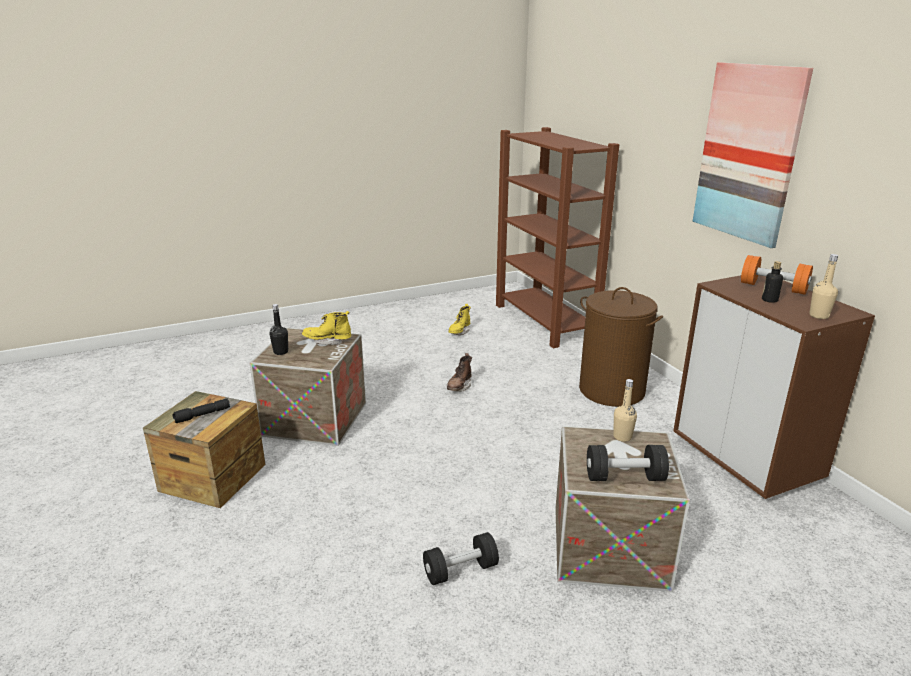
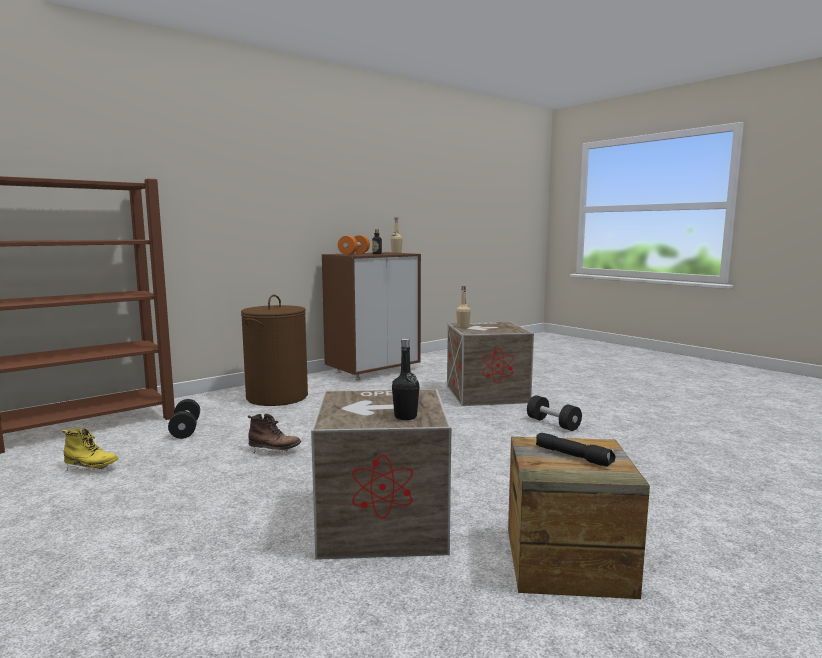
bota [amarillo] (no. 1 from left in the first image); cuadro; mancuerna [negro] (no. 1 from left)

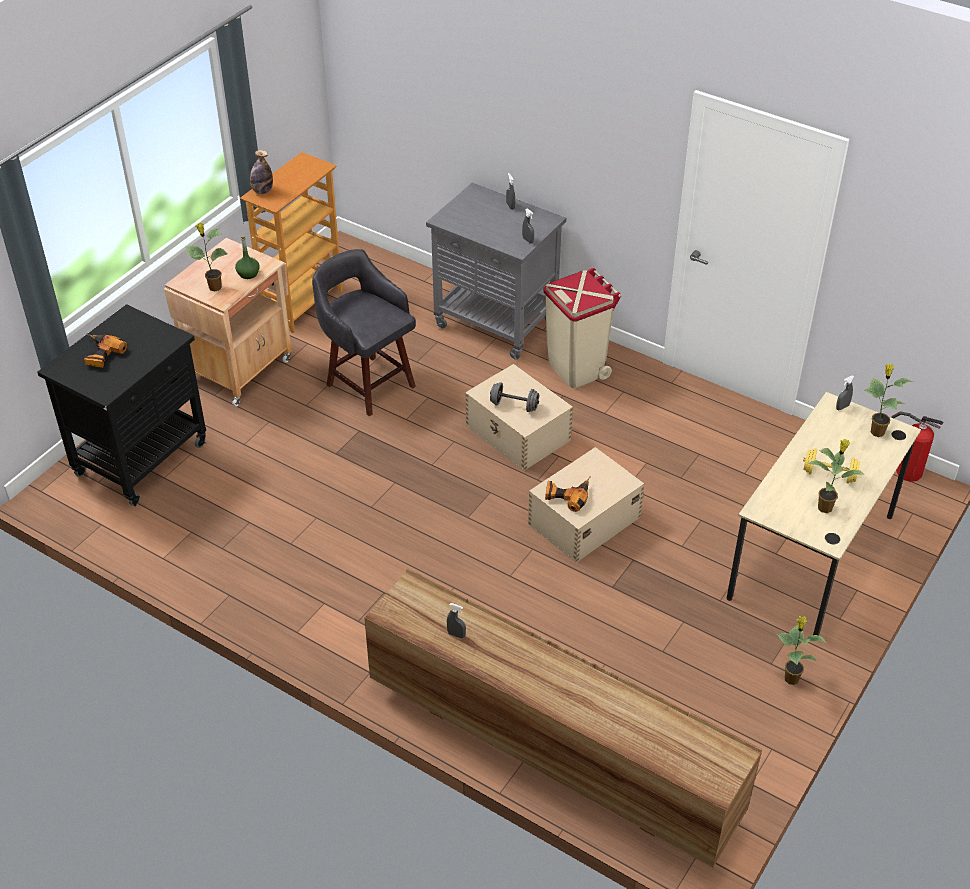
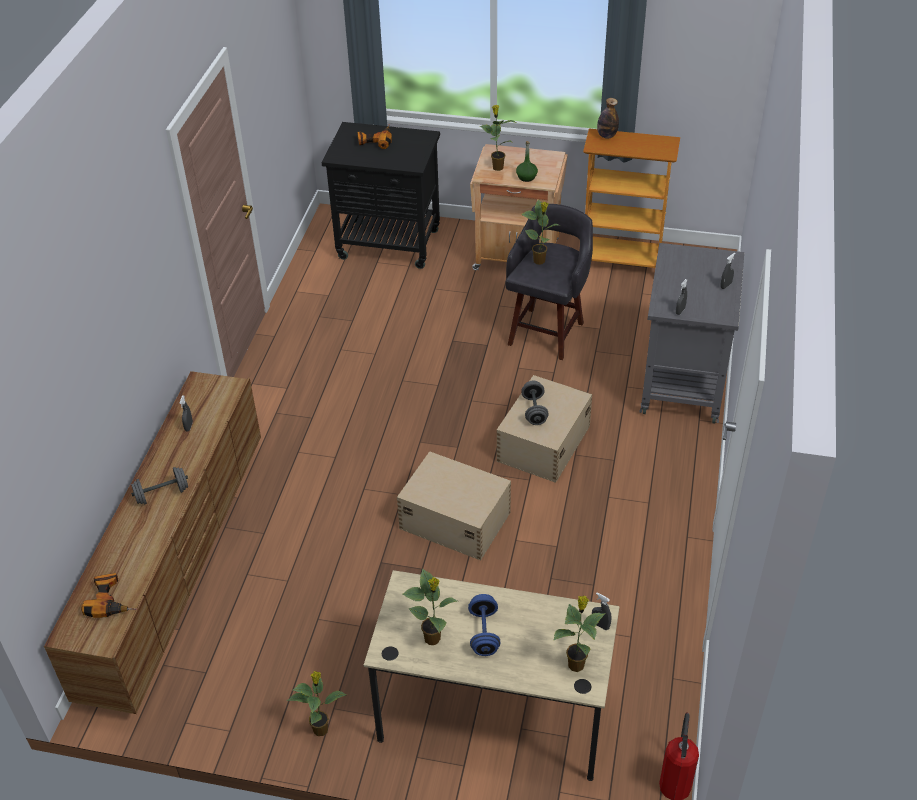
papelera [beis]; mancuerna [gris] (no. 1 from left); planta en maceta (no. 4 from left); taladro (no. 1 from left); mancuerna [azul]

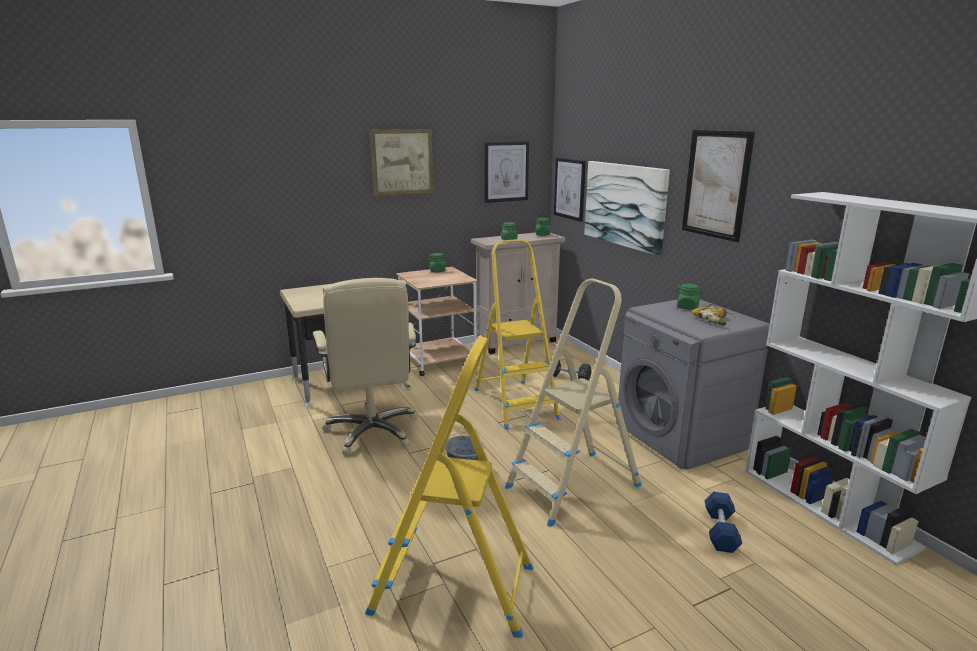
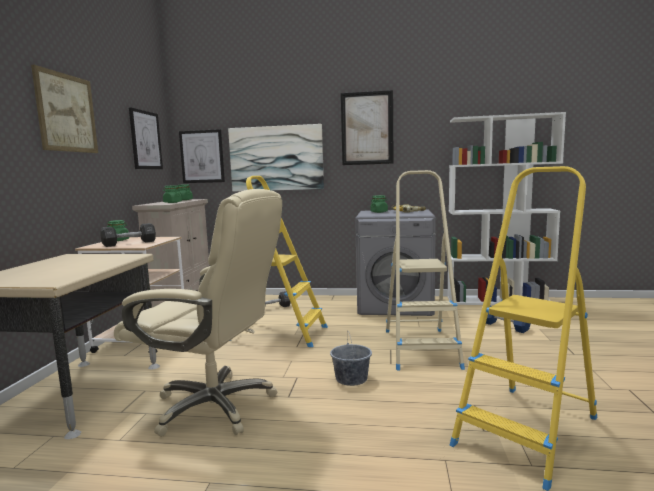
mancuerna [negro] (no. 1 from left)

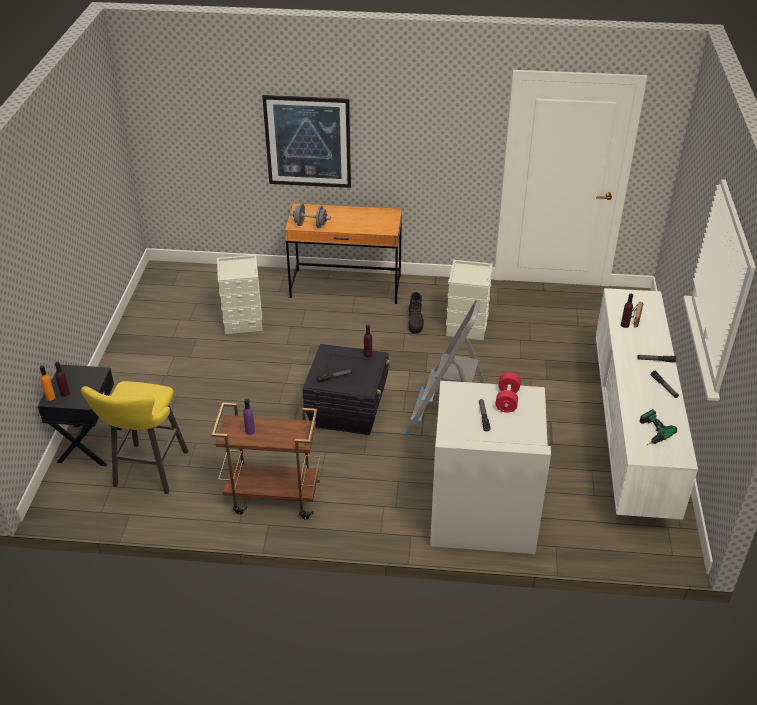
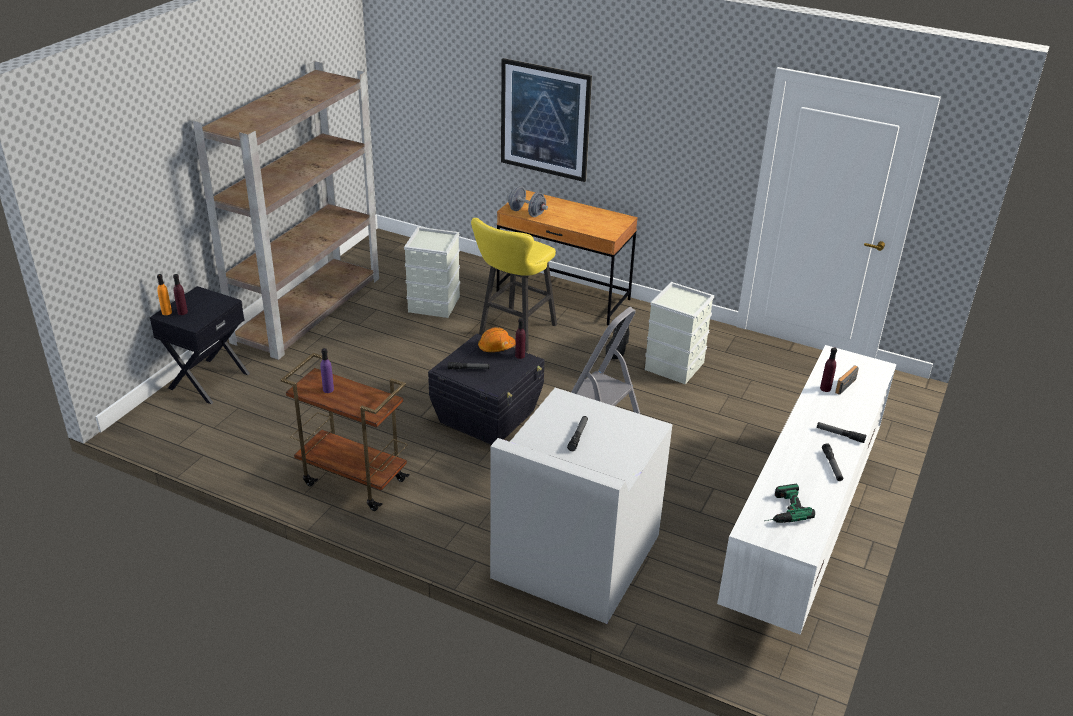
mancuerna [rojo]; estantería [marrón]; casco [naranja]; taburete [amarillo]

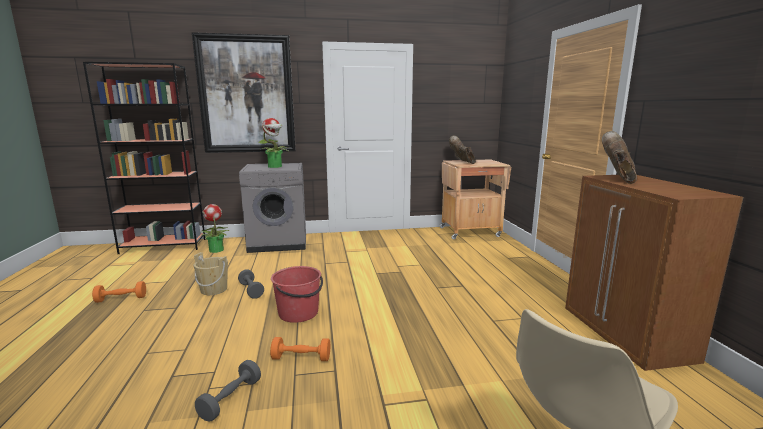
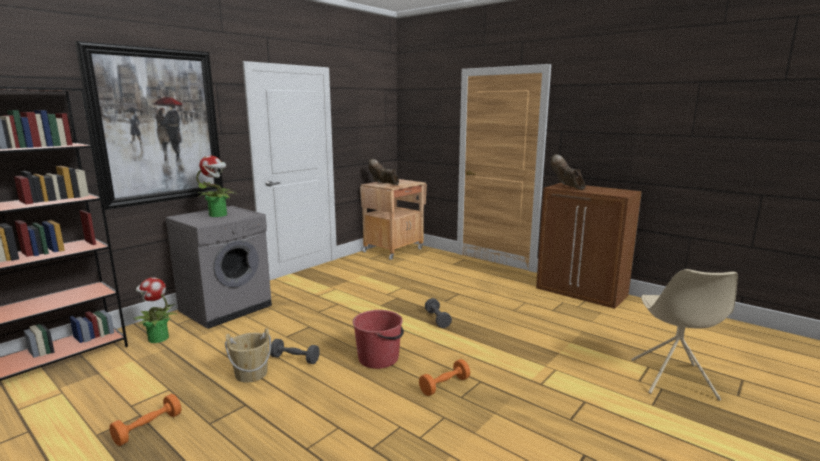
mancuerna [gris] (no. 2 from left)

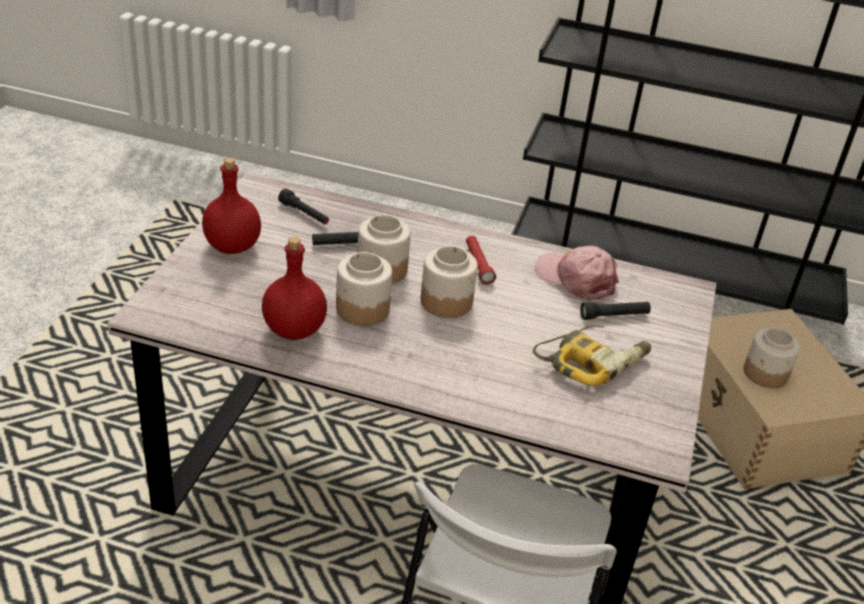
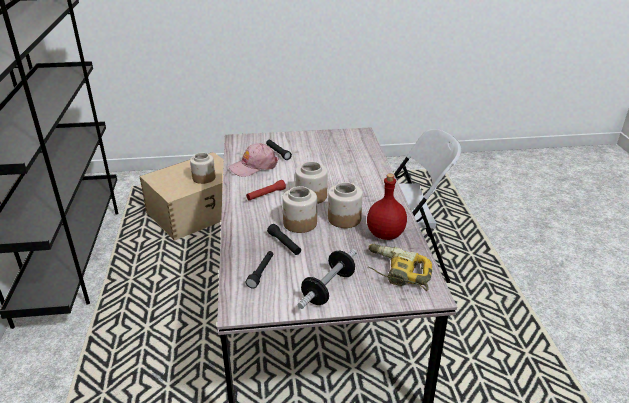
taladro; mancuerna; gorra [rosa]

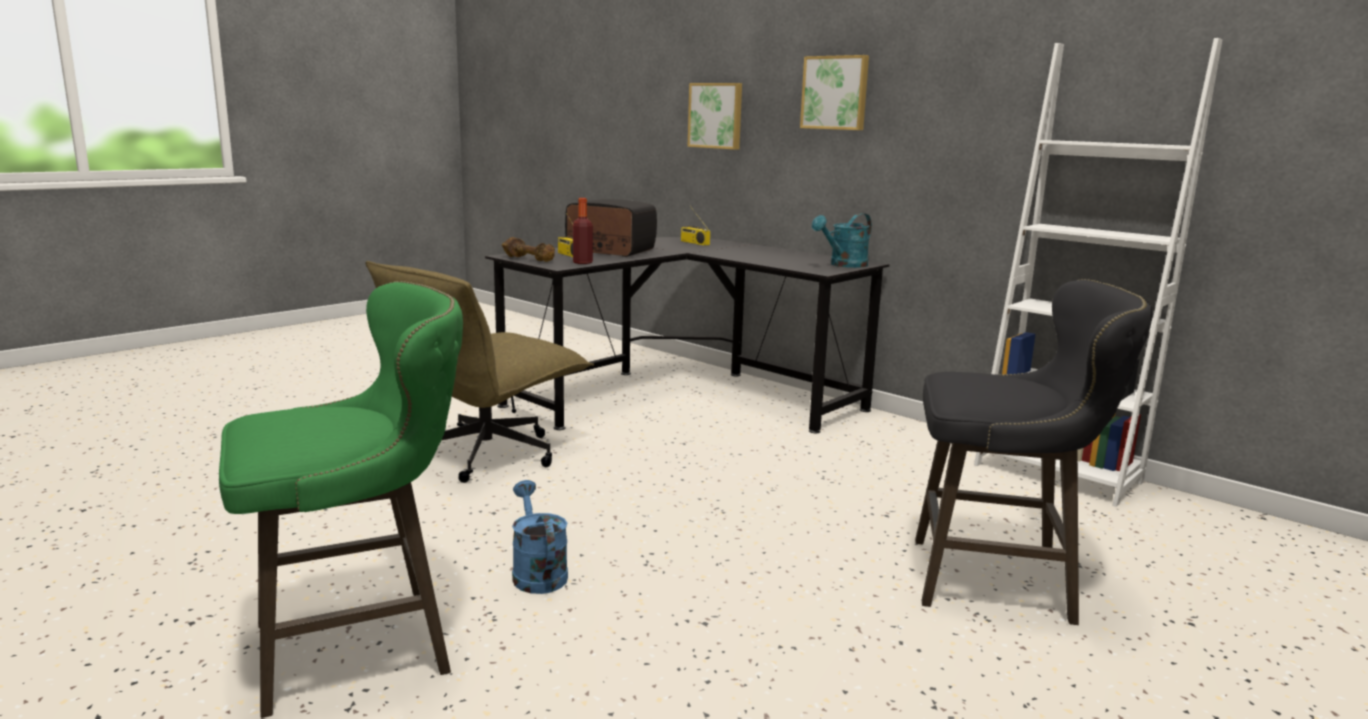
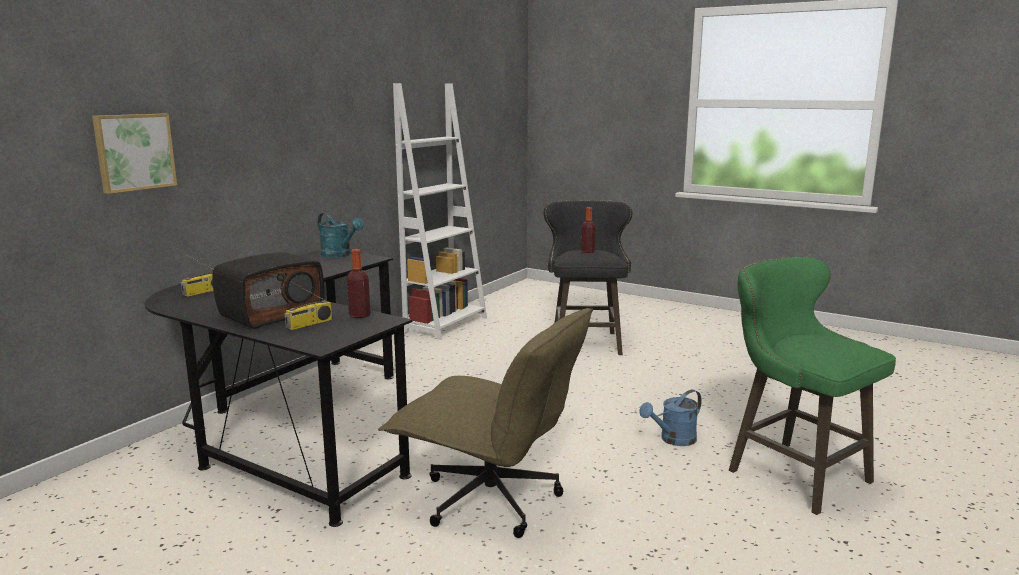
mancuerna [marrón]; cuadro (no. 2 from left in the first image); botella (no. 2 from left); radio (no. 2 from left)

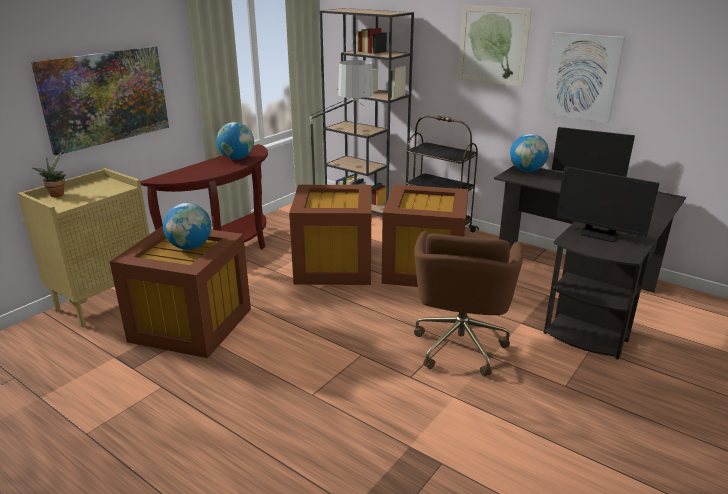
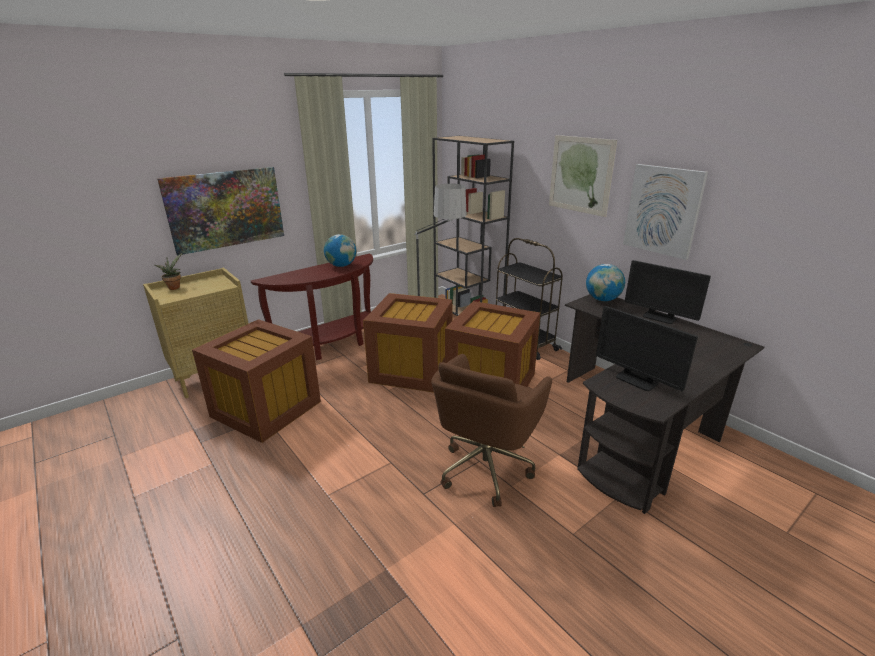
globo terráqueo (no. 1 from left in the first image)

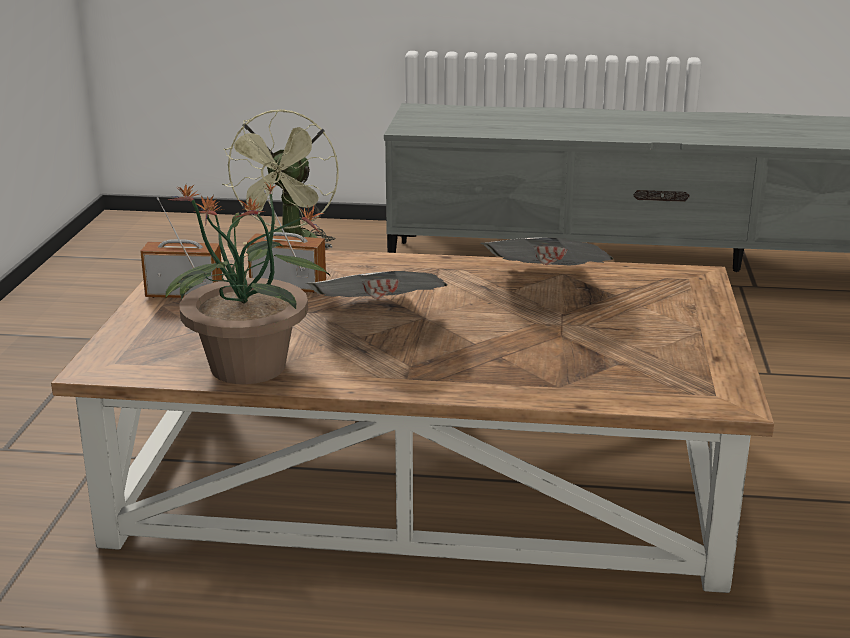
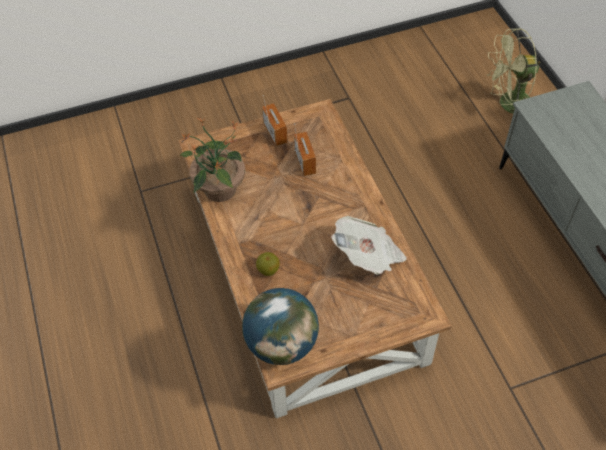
periódico (no. 1 from left in the first image); globo terráqueo; manzana

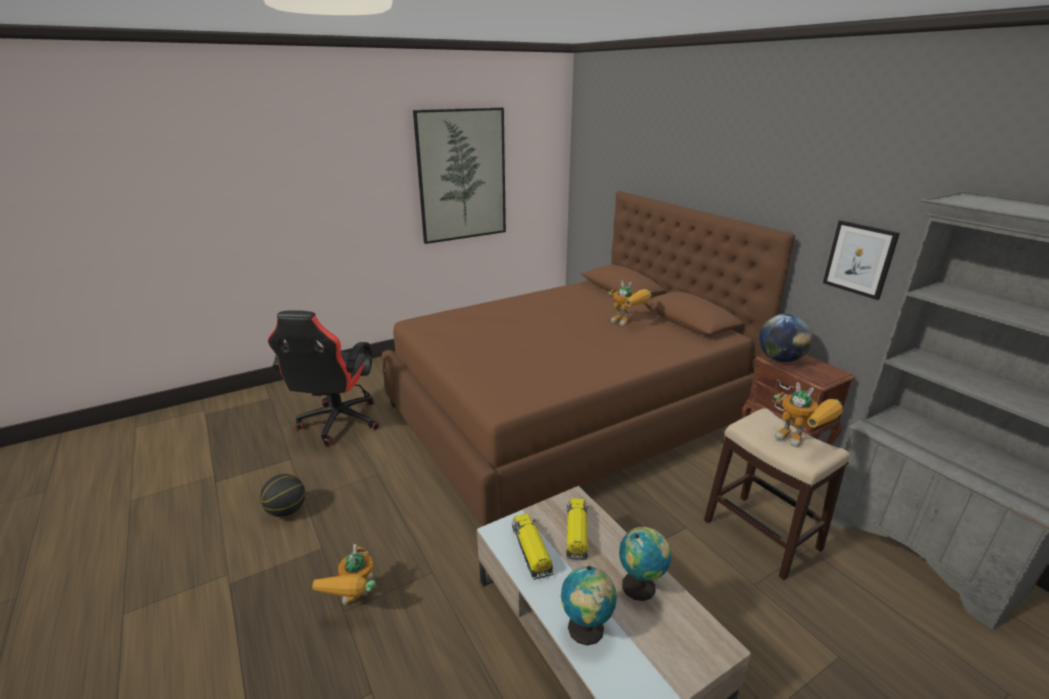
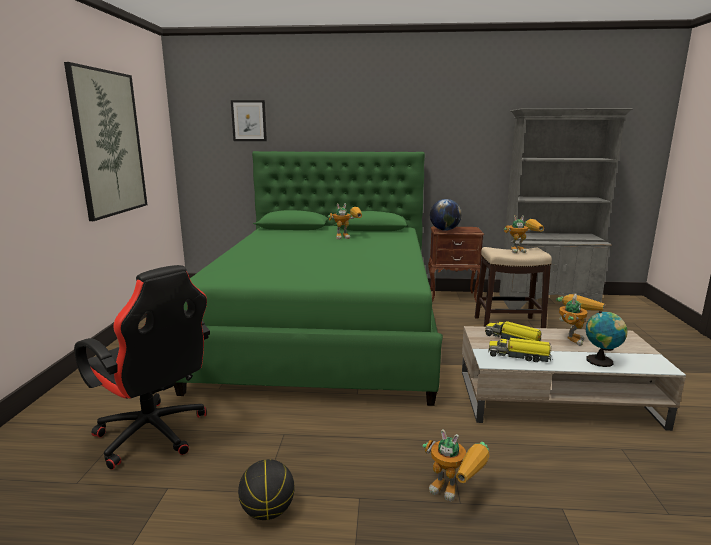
cuadro (no. 2 from left); robot de juguete (no. 4 from left); cama [verde]

